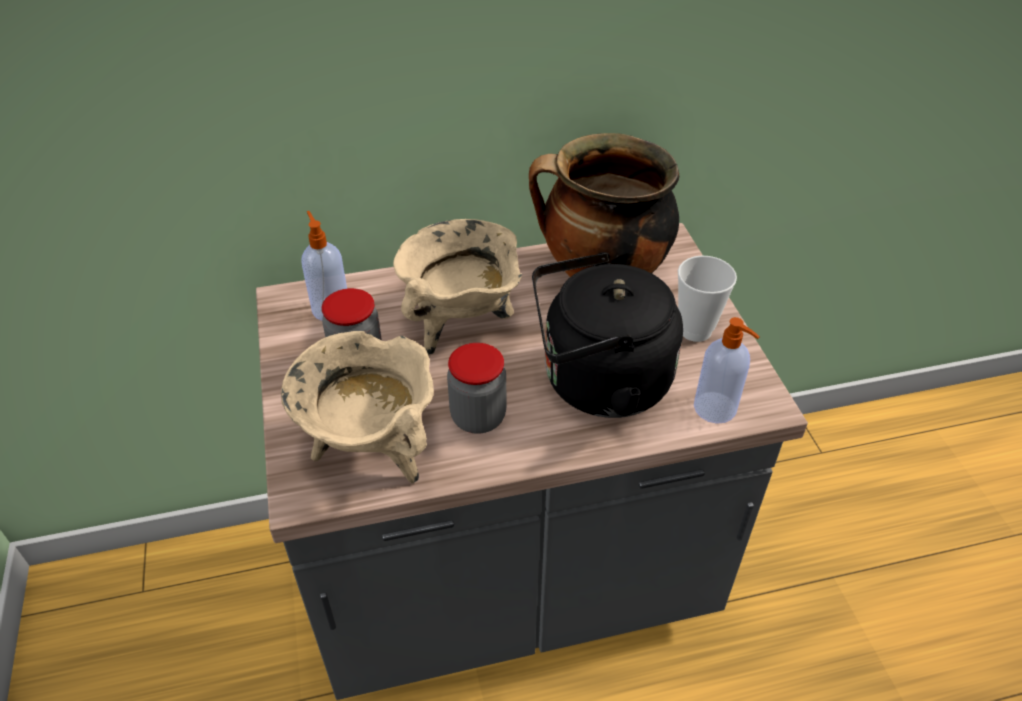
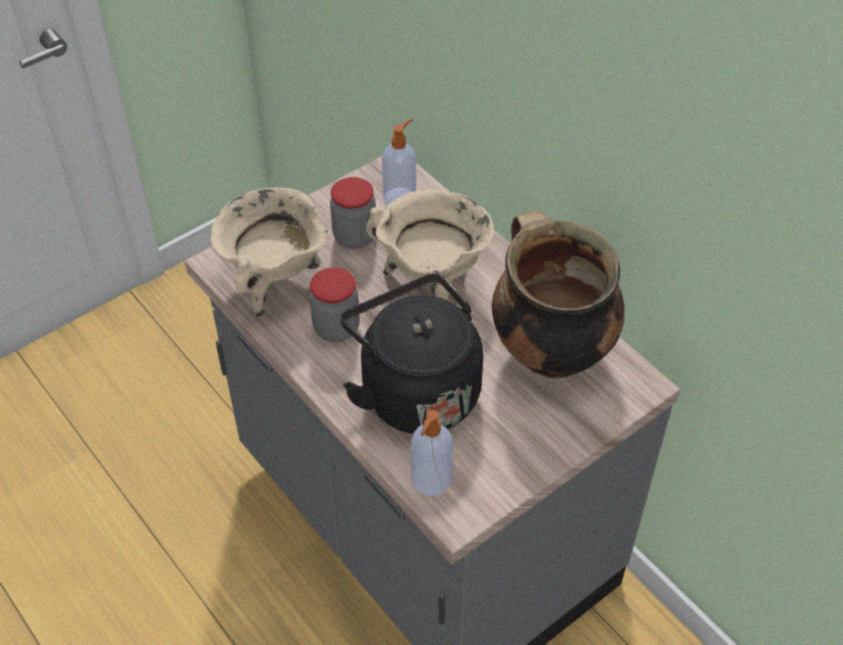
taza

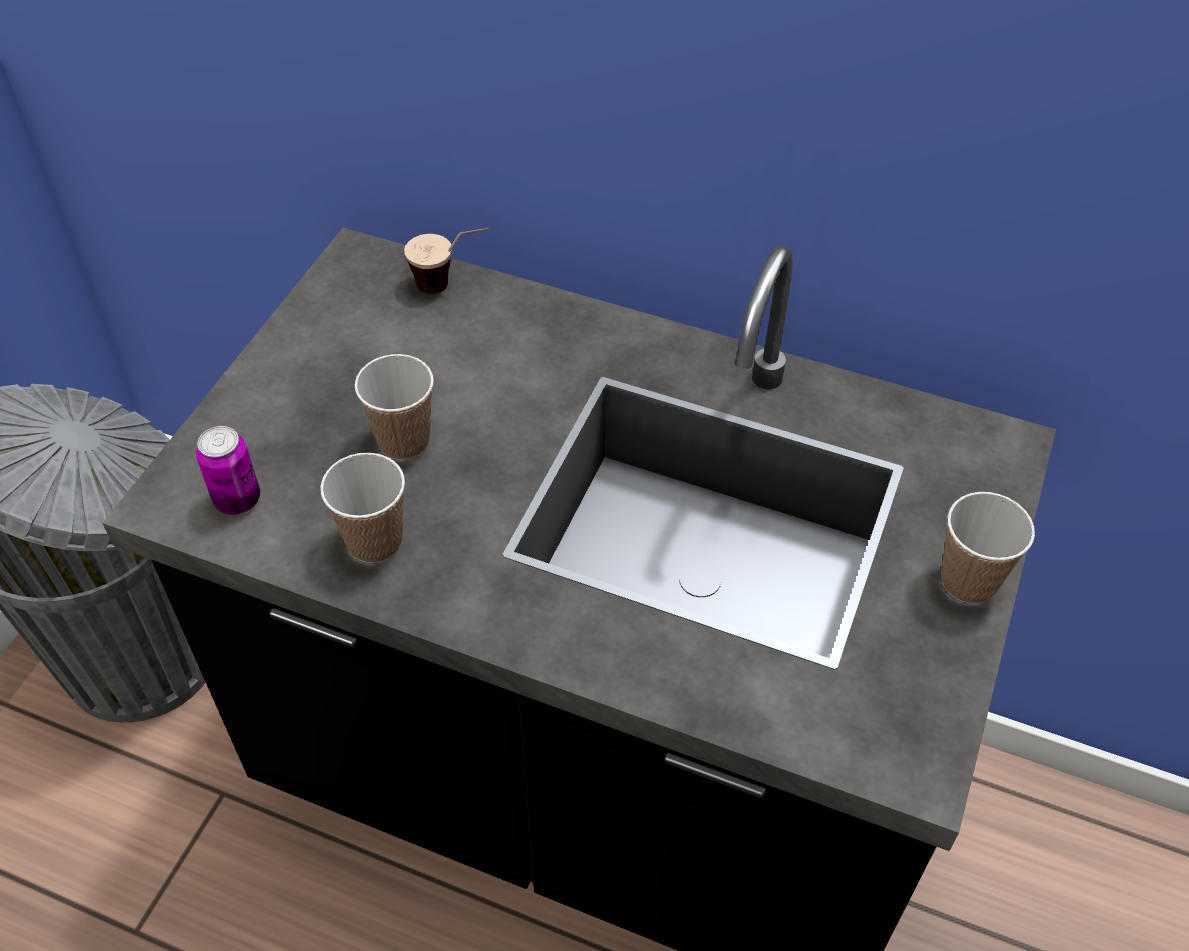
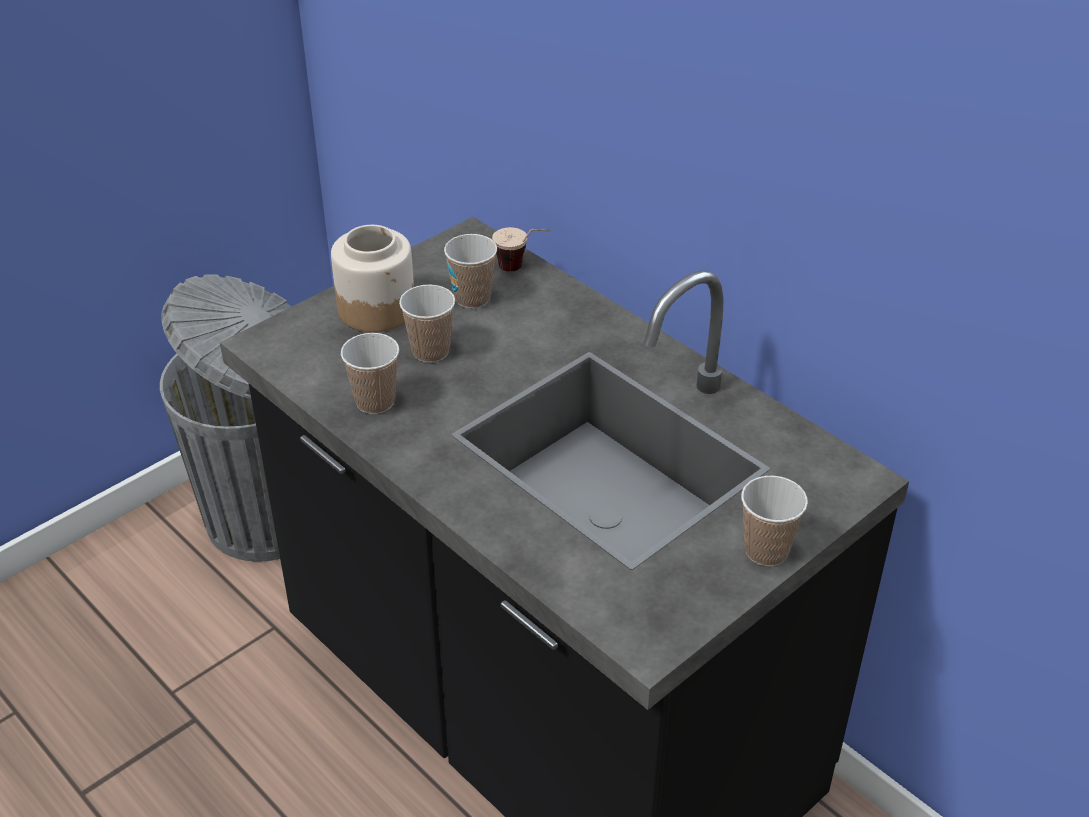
lata; tarro; taza (no. 3 from left)

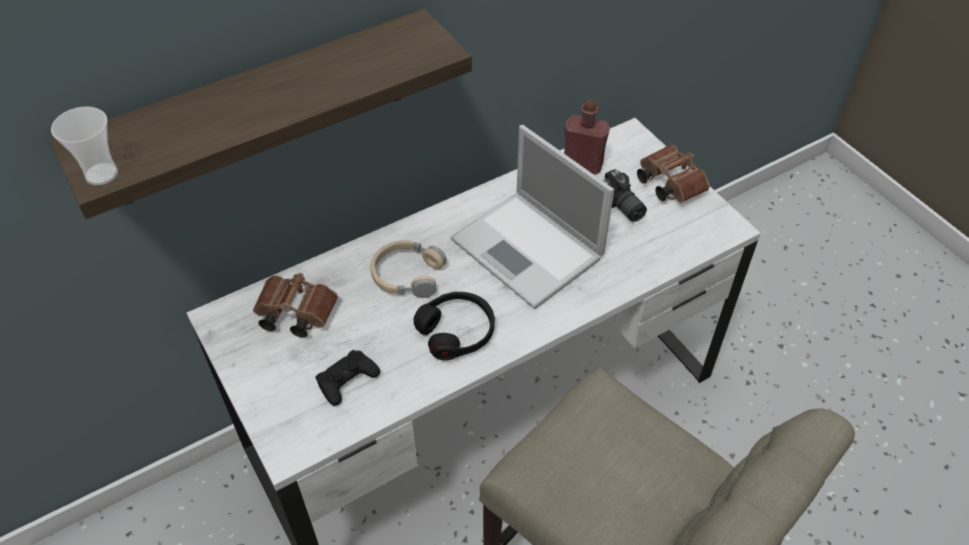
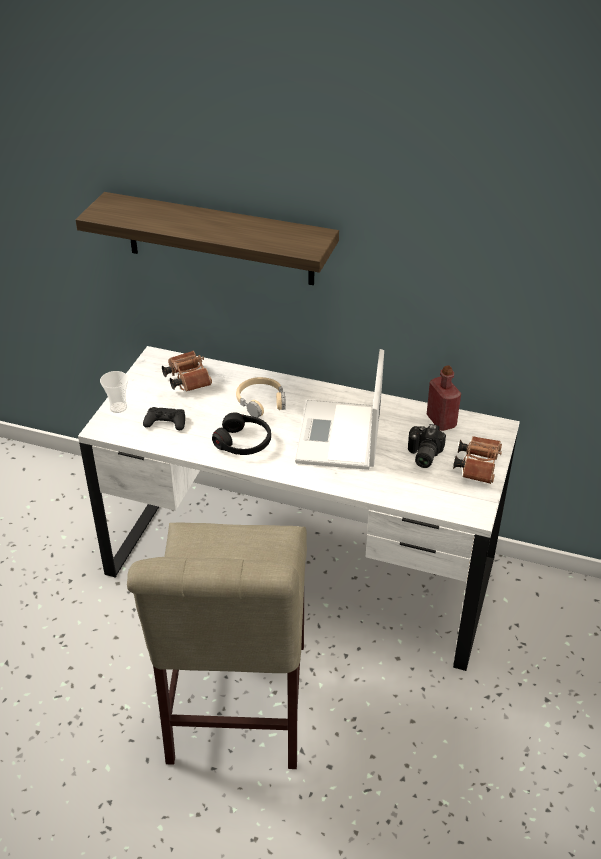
taza

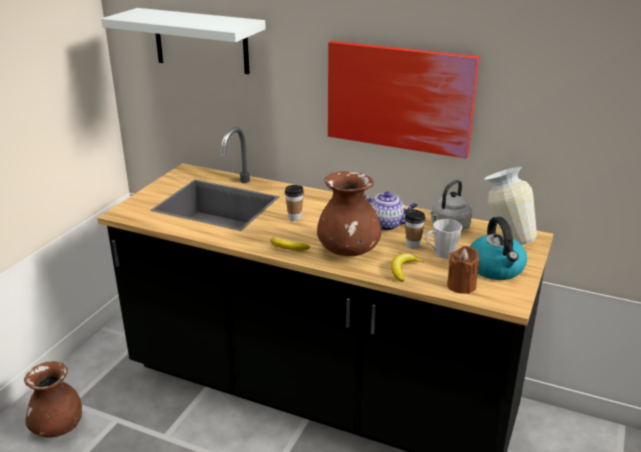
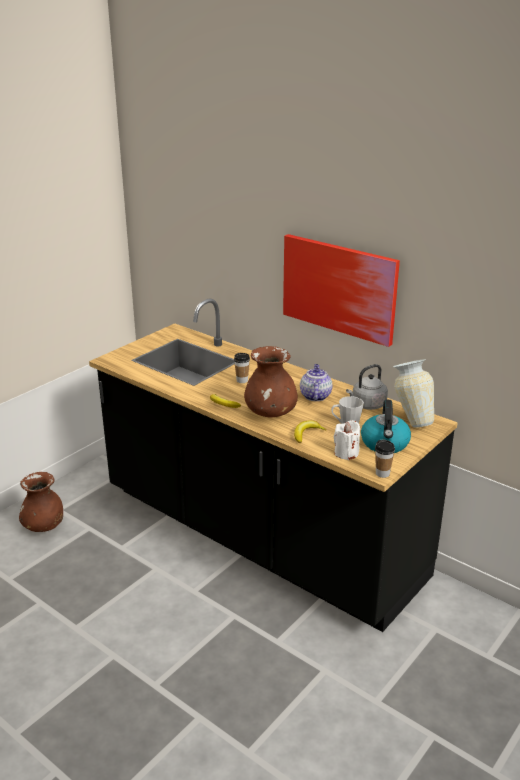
estante [blanco]; taza (no. 2 from left); vela [blanco]; tetera

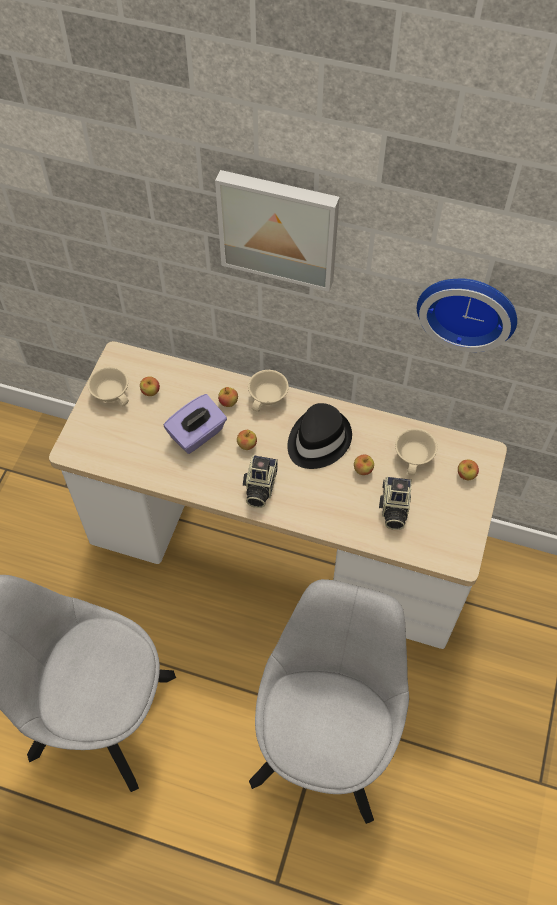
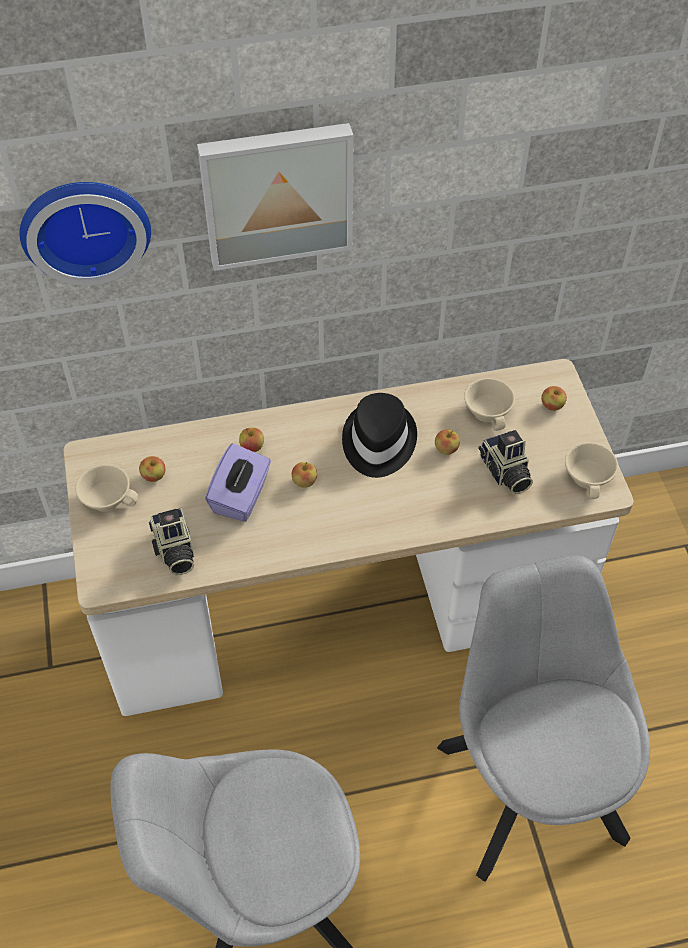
cámara (no. 1 from left); taza [beis] (no. 3 from left); reloj de pared

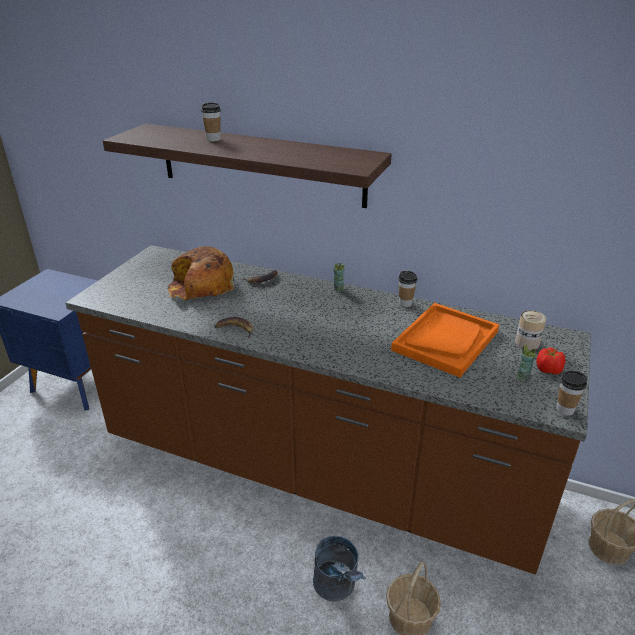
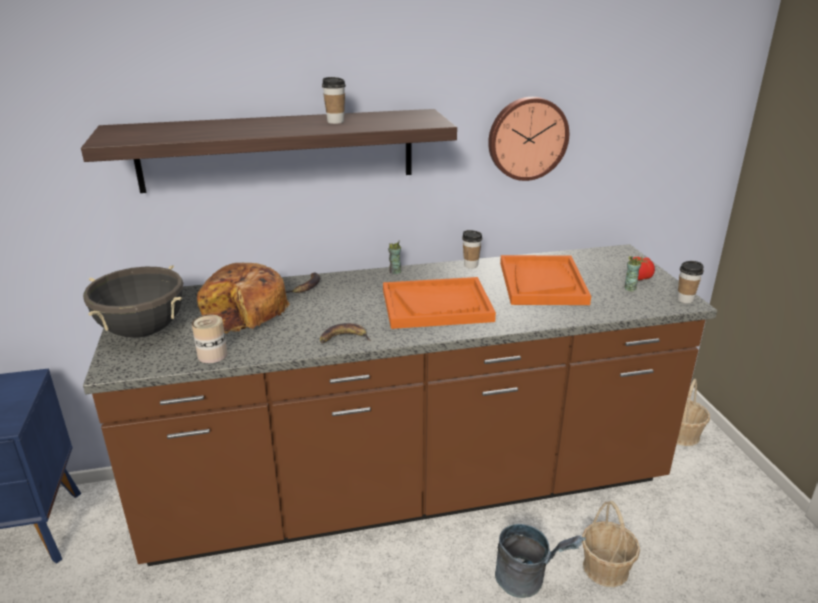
olla [negro]; bandeja [naranja] (no. 1 from left); reloj de pared; taza (no. 1 from left); lata

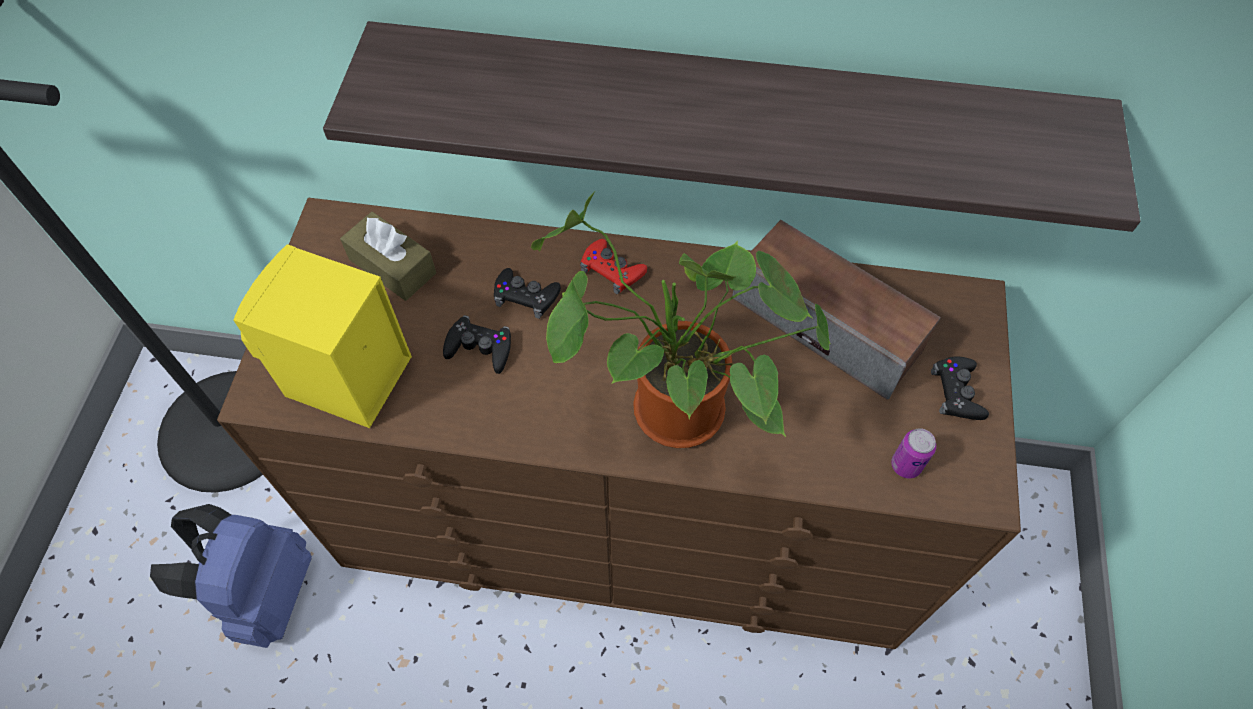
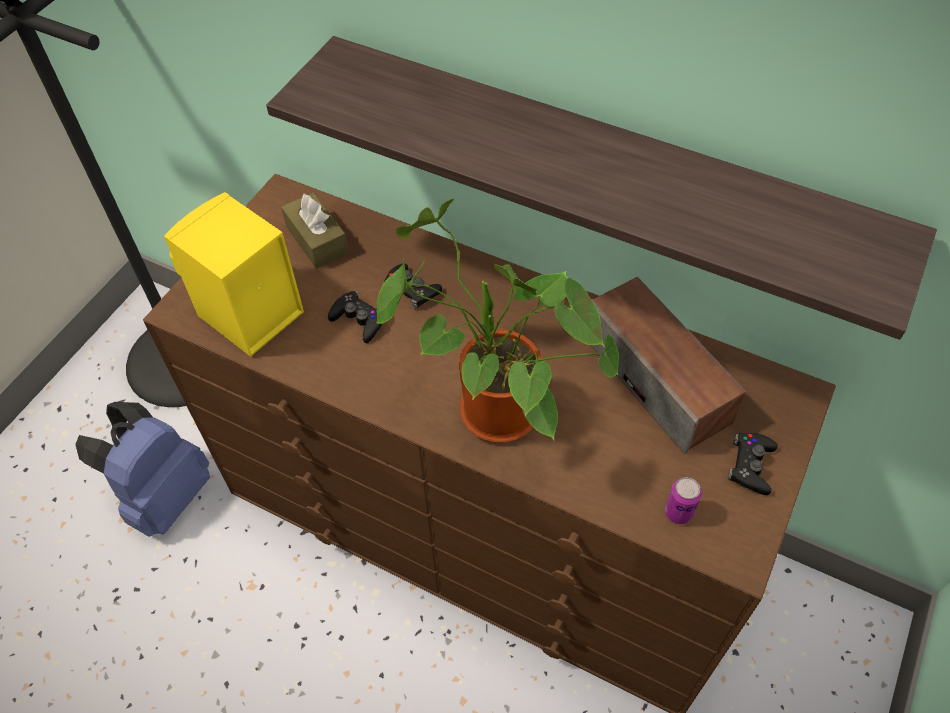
mando de consola [rojo]

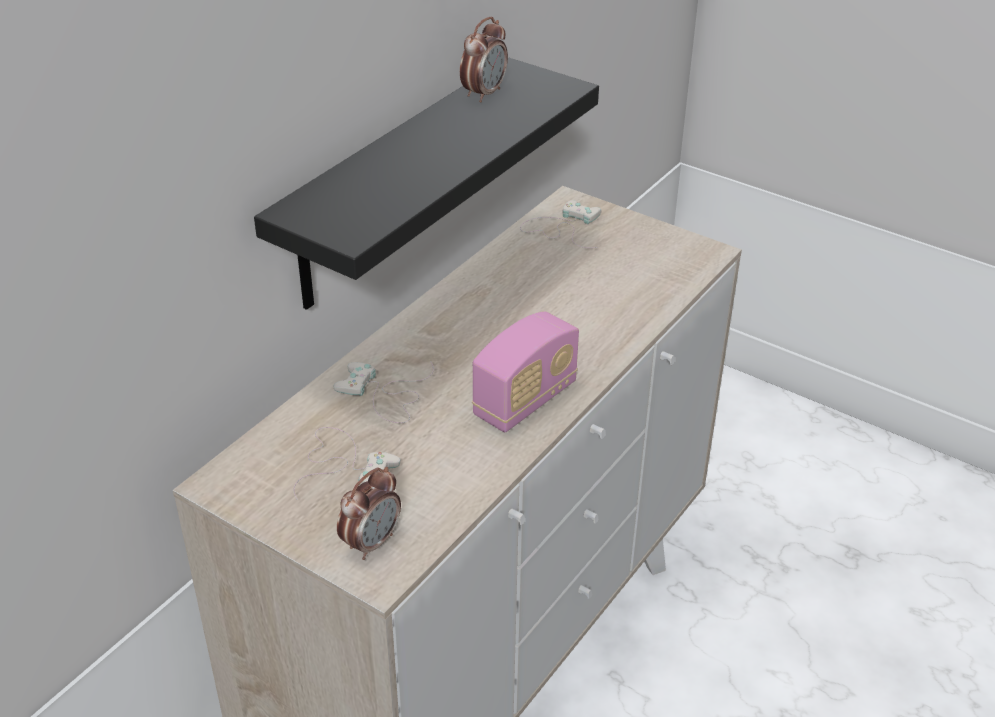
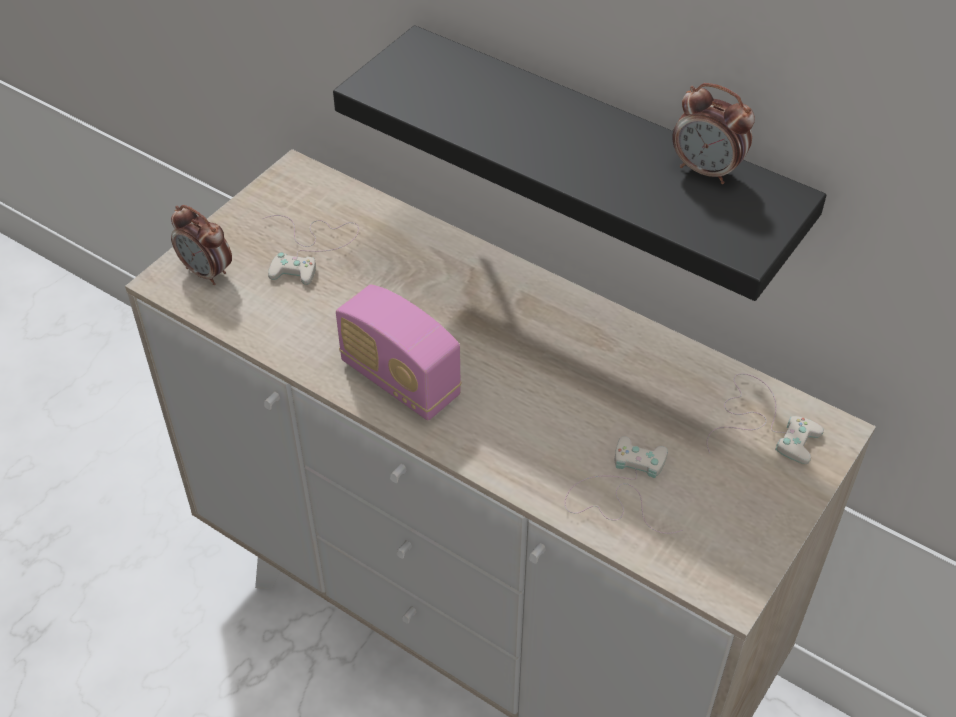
mando de consola [blanco] (no. 2 from left)

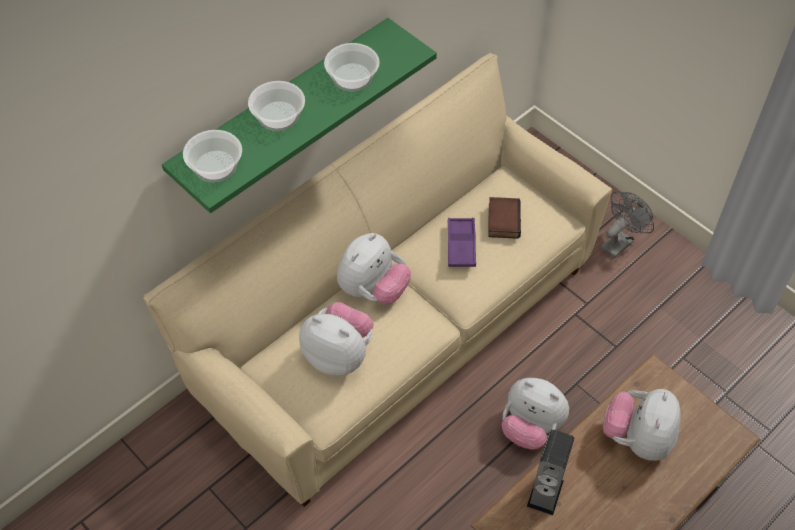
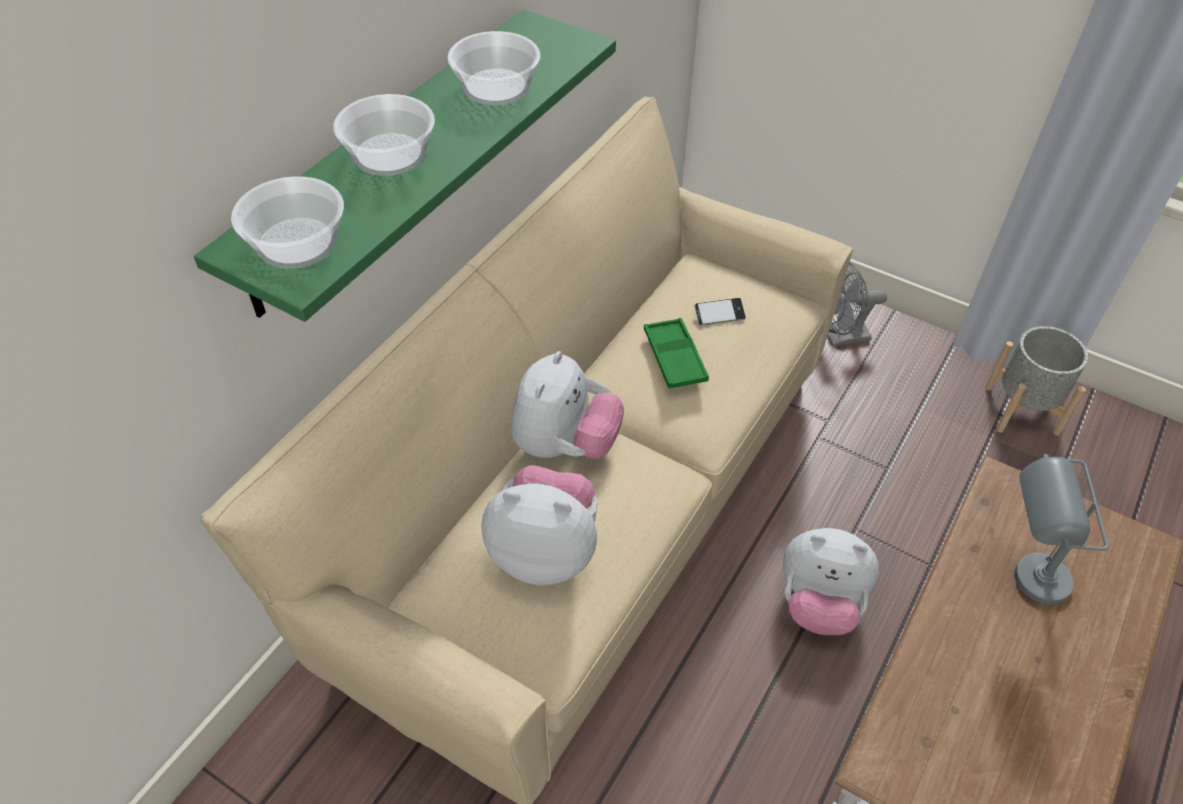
altavoz; maceta [gris]; móvil; lámpara de mesa [gris]; bandeja [verde]; ventilador [gris]

